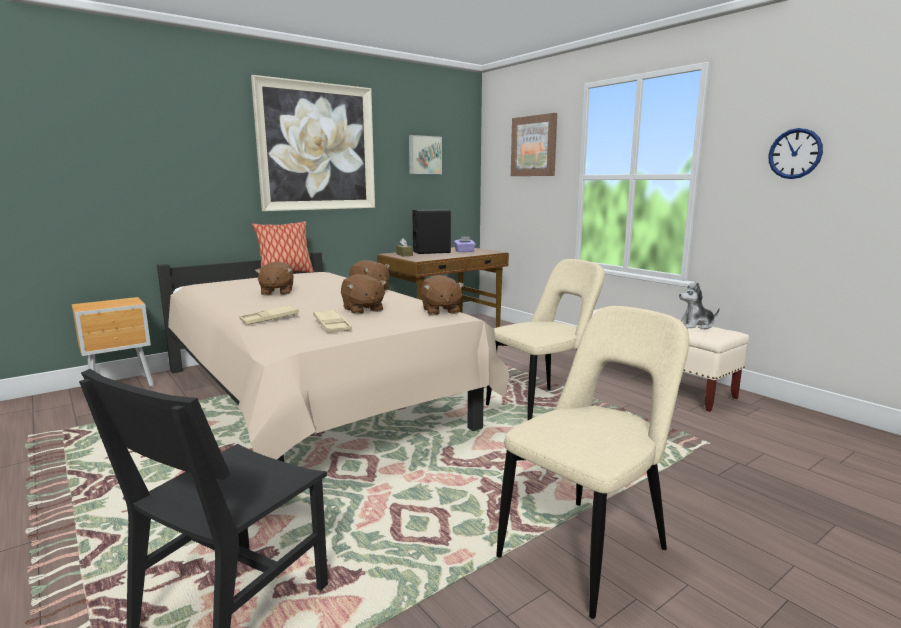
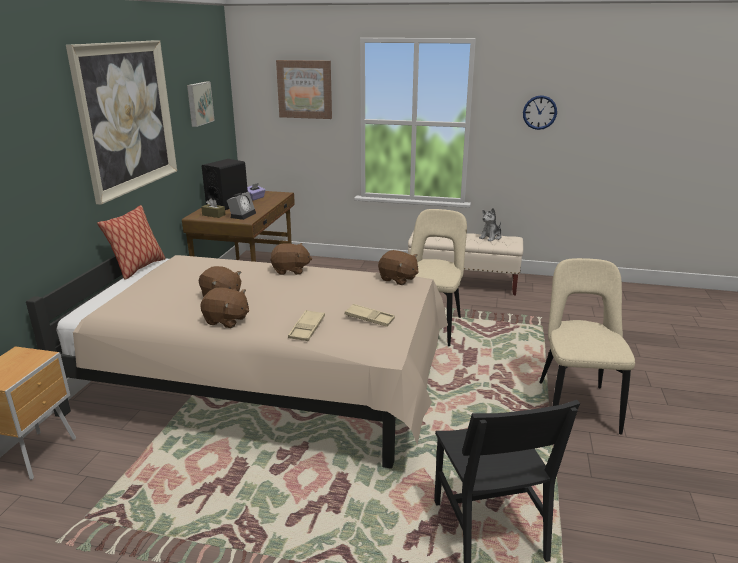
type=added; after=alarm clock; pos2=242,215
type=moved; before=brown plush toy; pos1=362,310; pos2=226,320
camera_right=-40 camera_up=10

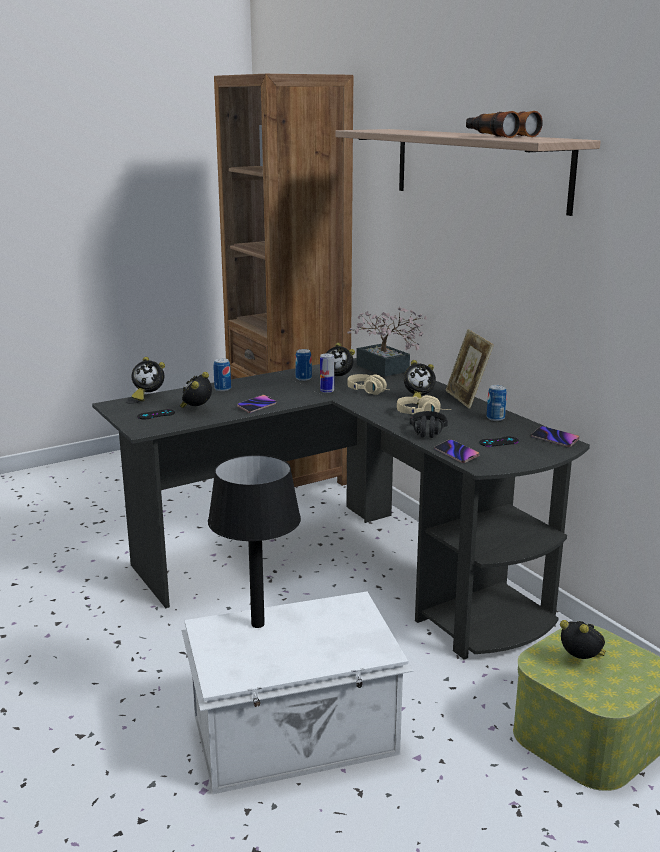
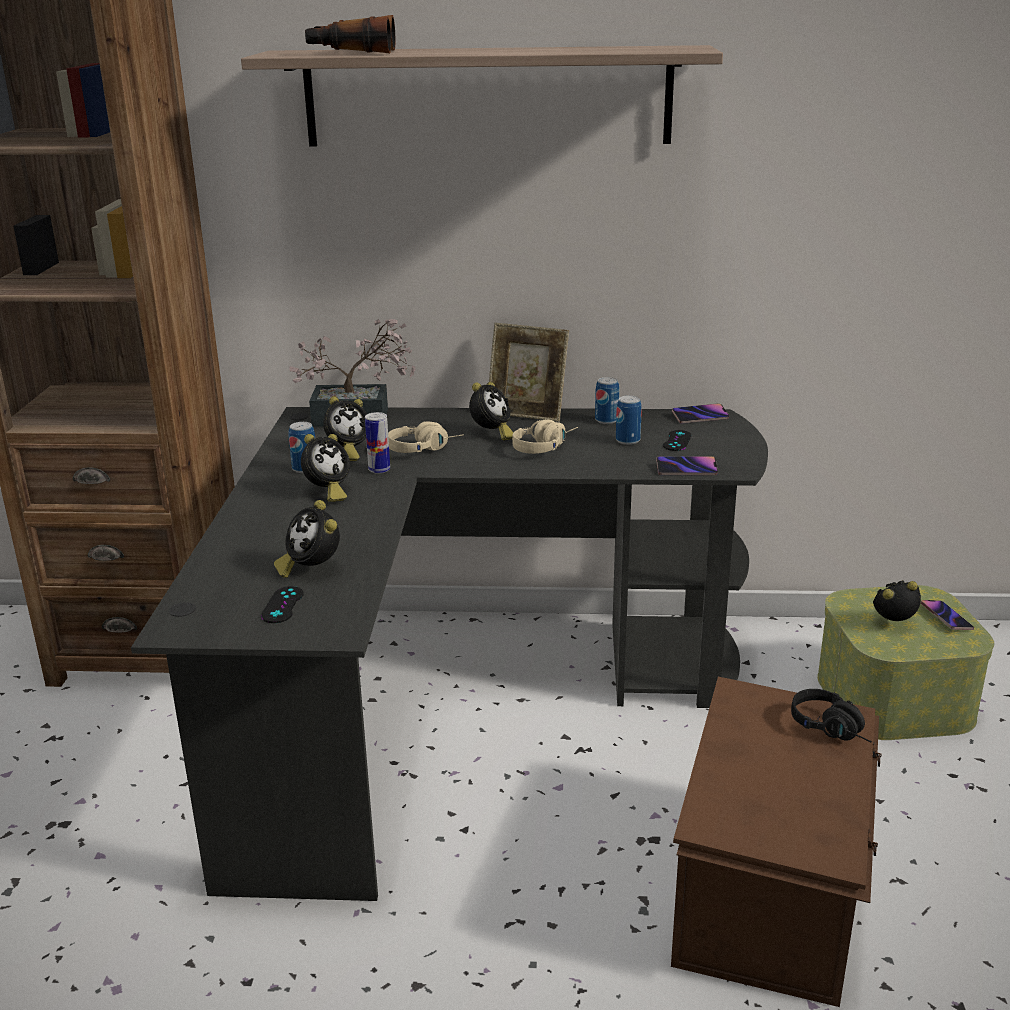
type=removed; before=black table lamp; pos1=257,623
type=moved; before=alarm clock; pos1=148,396; pos2=327,493
type=moved; before=can; pos1=222,389; pos2=627,440
type=moved; before=phone; pos1=257,406; pos2=946,618
type=moved; before=black headphones; pos1=427,434; pos2=833,729
type=moved; before=binoculars; pos1=499,136; pos2=351,52
type=recoloured; before=white storage box; after=brown storage box; pos1=296,737; pos2=773,889
camera_right=-55 camera_up=5

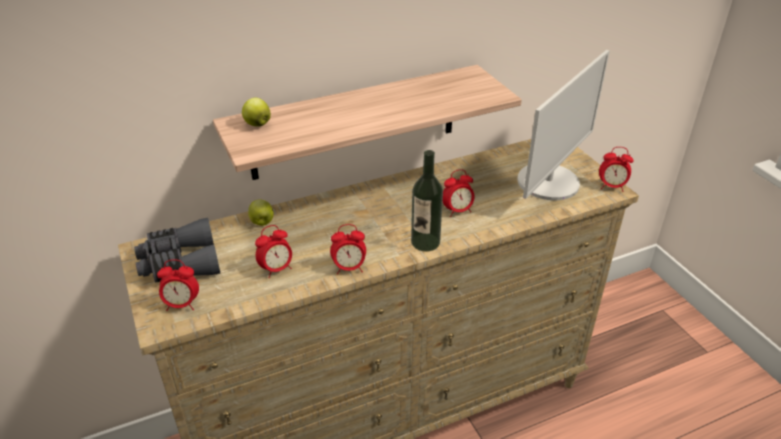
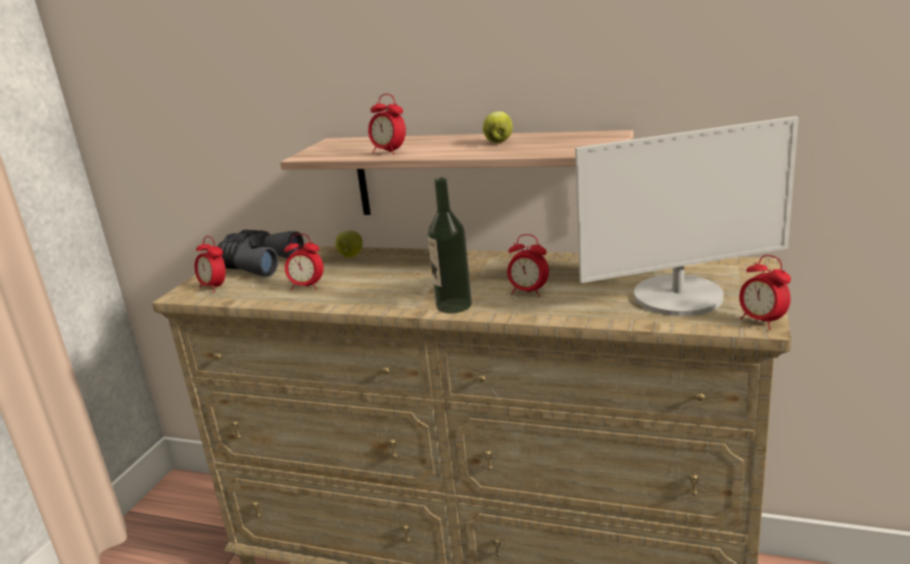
type=moved; before=apple; pos1=257,124; pos2=498,142
type=moved; before=alarm clock; pos1=349,268; pos2=389,152
camera_right=45 camera_up=-15

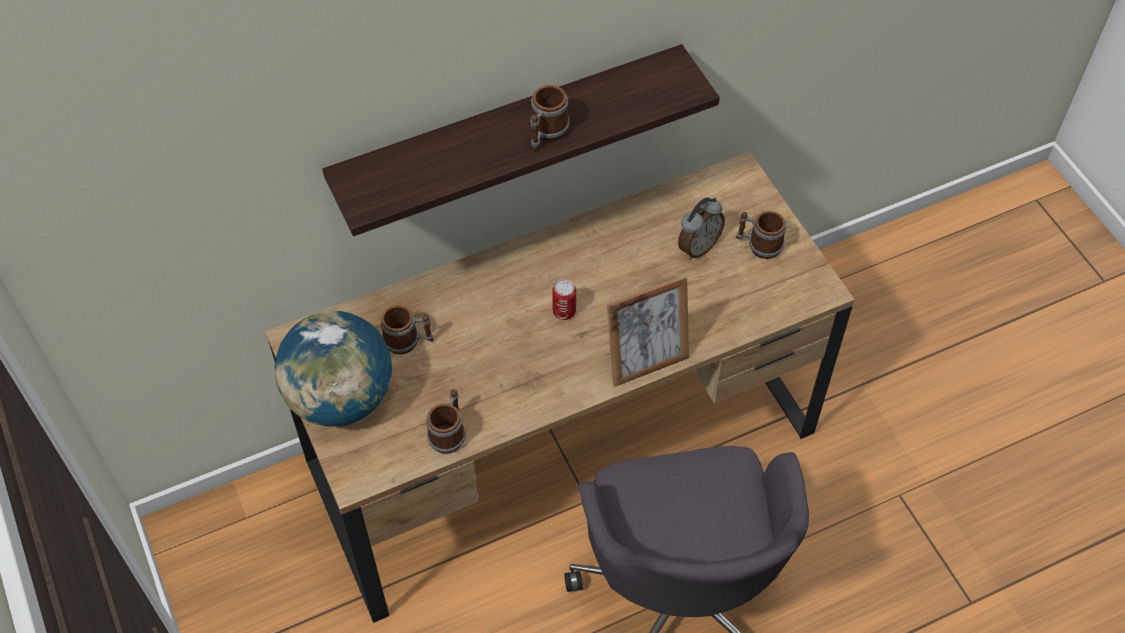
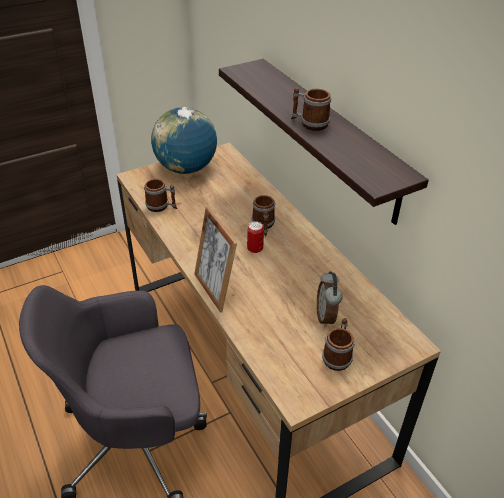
type=moved; before=mug; pos1=408,341; pos2=263,226
type=turned; before=alarm clock; pos1=698,247; pos2=326,317; turn=45
camera_right=85 camera_up=-15

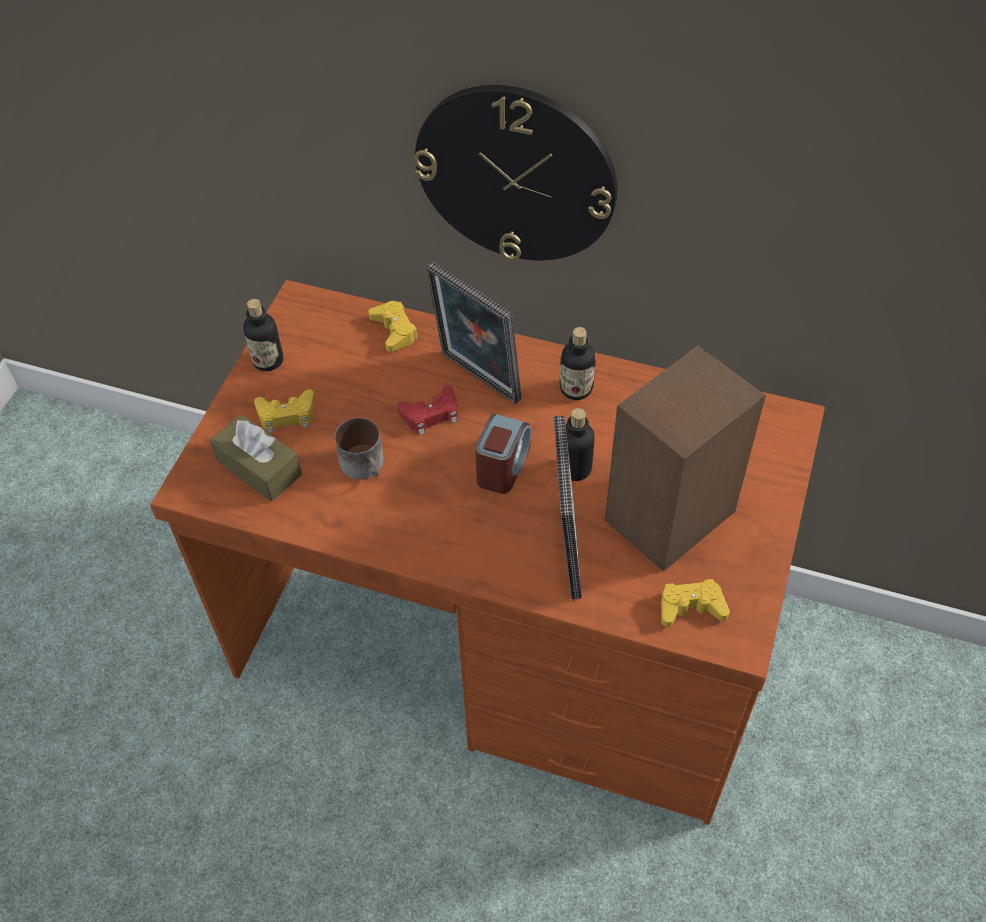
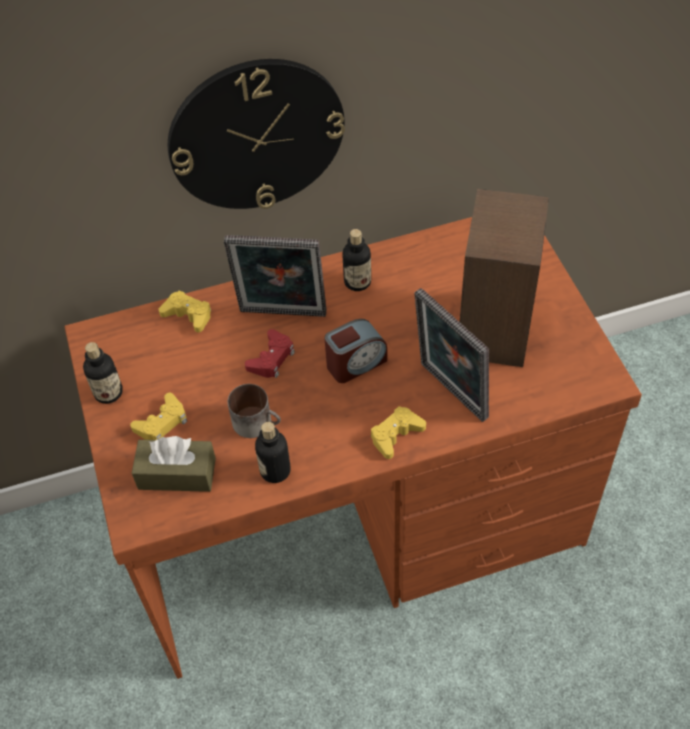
type=moved; before=bottle; pos1=574,468; pos2=275,470
type=moved; before=yellow game controller; pos1=690,607; pos2=396,435
type=turned; before=alarm clock; pos1=503,466; pos2=356,363; turn=75
camera_right=-35 camera_up=0

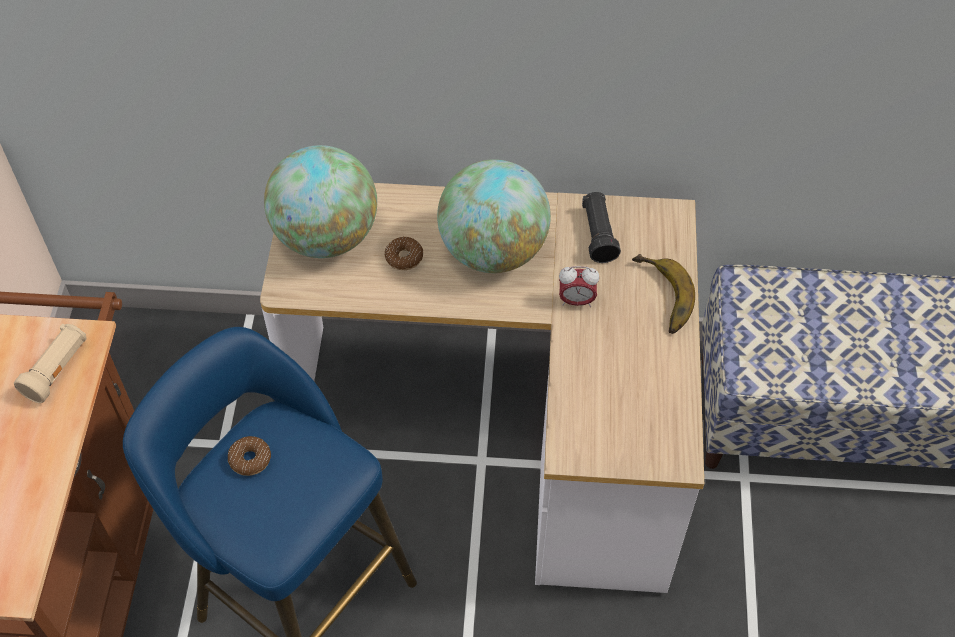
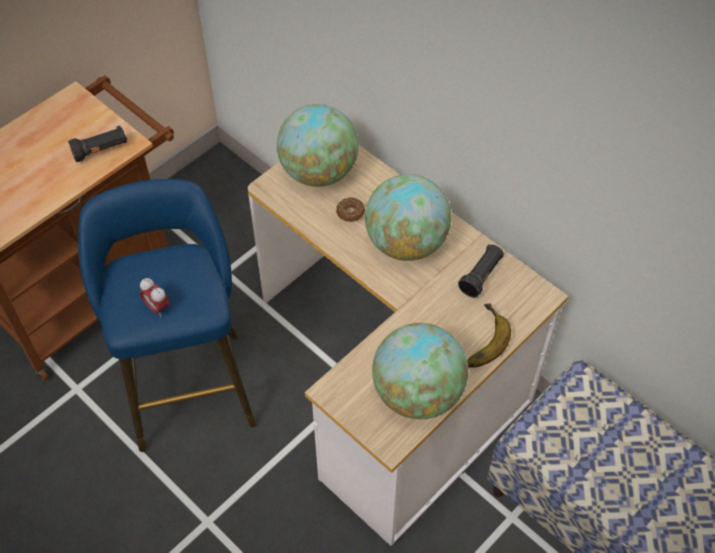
type=removed; before=donut; pos1=250,459
type=added; after=globe; pos2=417,393
type=moved; before=alarm clock; pos1=576,301; pos2=157,307
type=recoloured; before=beige flashlight; after=black flashlight; pos1=57,370; pos2=101,150
camera_right=40 camera_up=0

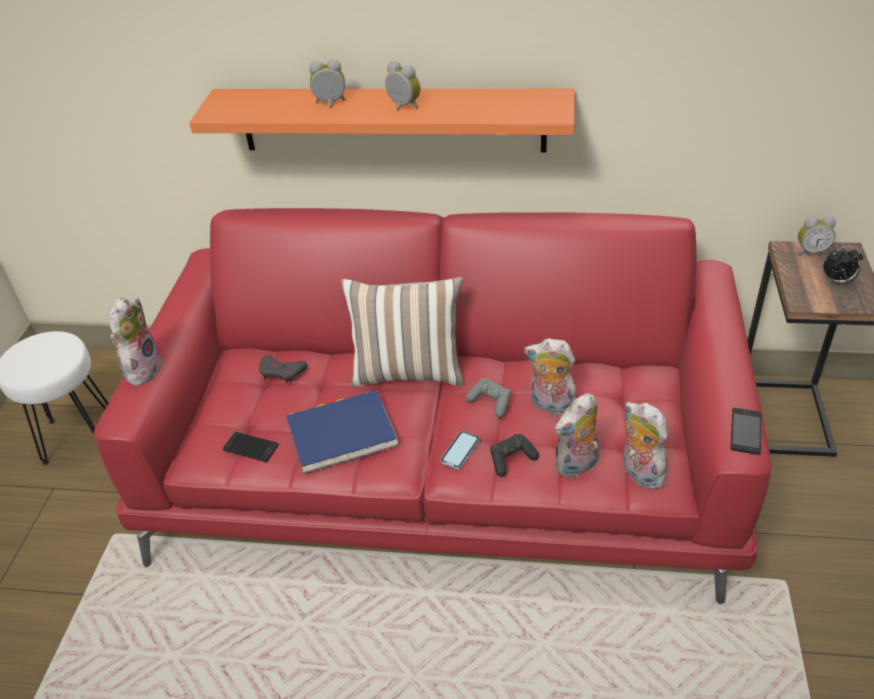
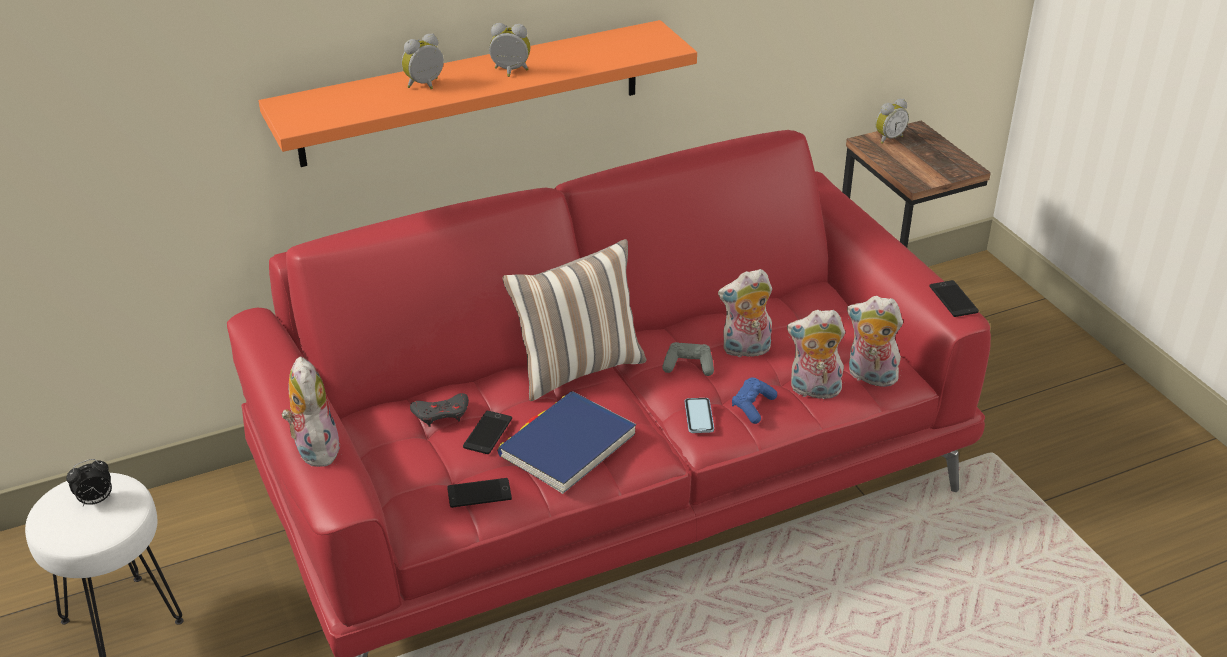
type=added; after=phone; pos2=487,433
type=moved; before=alarm clock; pos1=837,281; pos2=95,500
type=recoloured; before=black game controller; after=blue game controller; pos1=511,460; pos2=752,407
type=turned; before=plush toy; pos1=577,466; pos2=813,391; turn=75
camera_right=-35 camera_up=-5

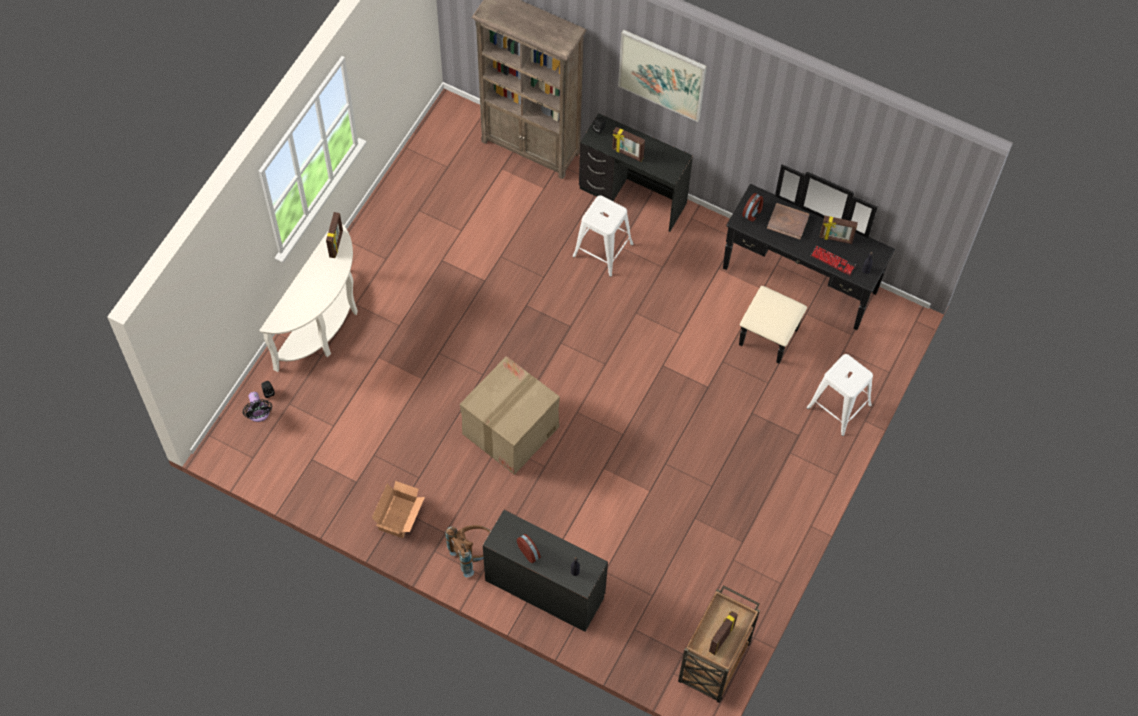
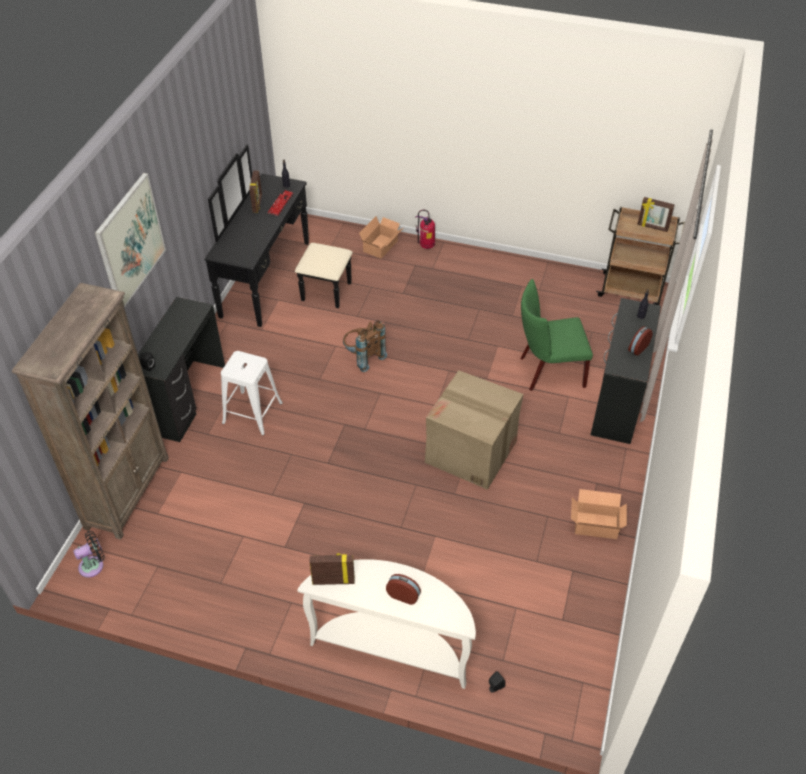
type=removed; before=picture frame; pos1=627,154
type=removed; before=brown book; pos1=788,222
type=added; after=fire extinguisher; pos2=426,246
type=added; after=green chair; pos2=547,371
type=moved; before=black fan; pos1=259,414; pos2=94,565
type=moved; before=brown backpack; pos1=472,553; pos2=363,357
type=moved; before=alarm clock; pos1=752,213; pos2=403,595
type=replaced; before=white stool; after=cardboard box; pos1=838,406; pos2=382,246
camera_right=-100 camera_up=-15

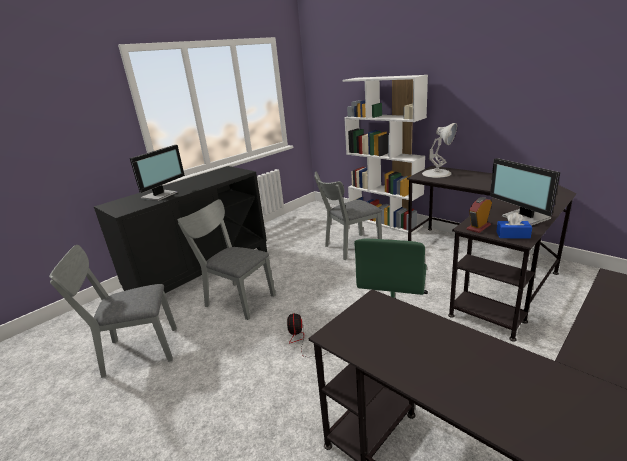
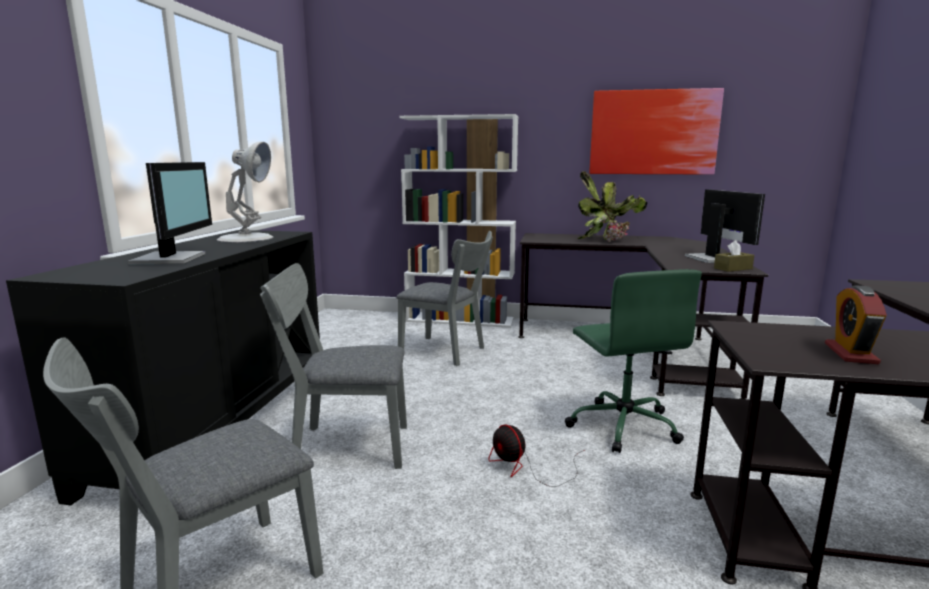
type=added; after=potted plant; pos2=607,240
type=added; after=picture; pos2=653,132
type=moved; before=white table lamp; pos1=437,173; pos2=246,238
type=moved; before=alarm clock; pos1=478,227; pos2=850,353
type=recoloured; before=blue tissue box; after=brown tissue box; pos1=513,235; pos2=733,268
type=turned; before=grey chair; pos1=349,247; pos2=447,351; turn=-90
type=turned; before=monitor; pos1=525,218; pos2=713,258; turn=-135
camera_right=-35 camera_up=-10

